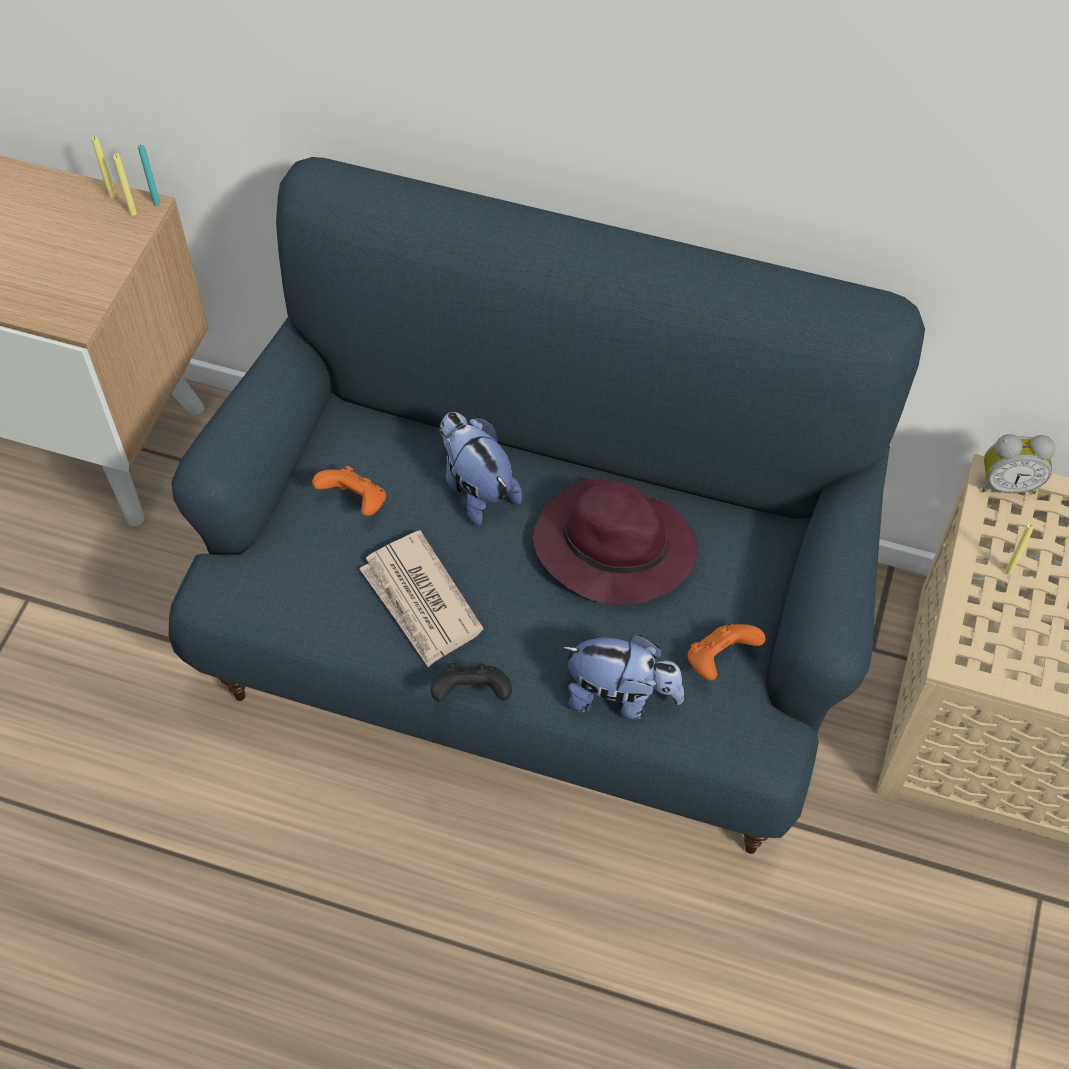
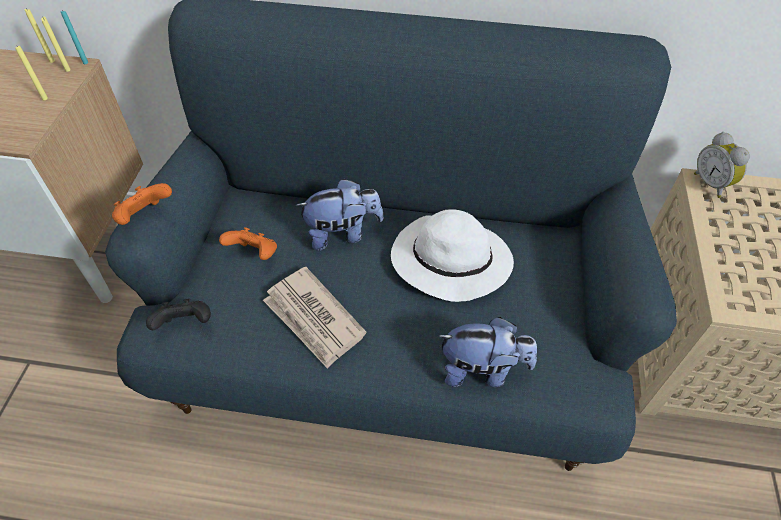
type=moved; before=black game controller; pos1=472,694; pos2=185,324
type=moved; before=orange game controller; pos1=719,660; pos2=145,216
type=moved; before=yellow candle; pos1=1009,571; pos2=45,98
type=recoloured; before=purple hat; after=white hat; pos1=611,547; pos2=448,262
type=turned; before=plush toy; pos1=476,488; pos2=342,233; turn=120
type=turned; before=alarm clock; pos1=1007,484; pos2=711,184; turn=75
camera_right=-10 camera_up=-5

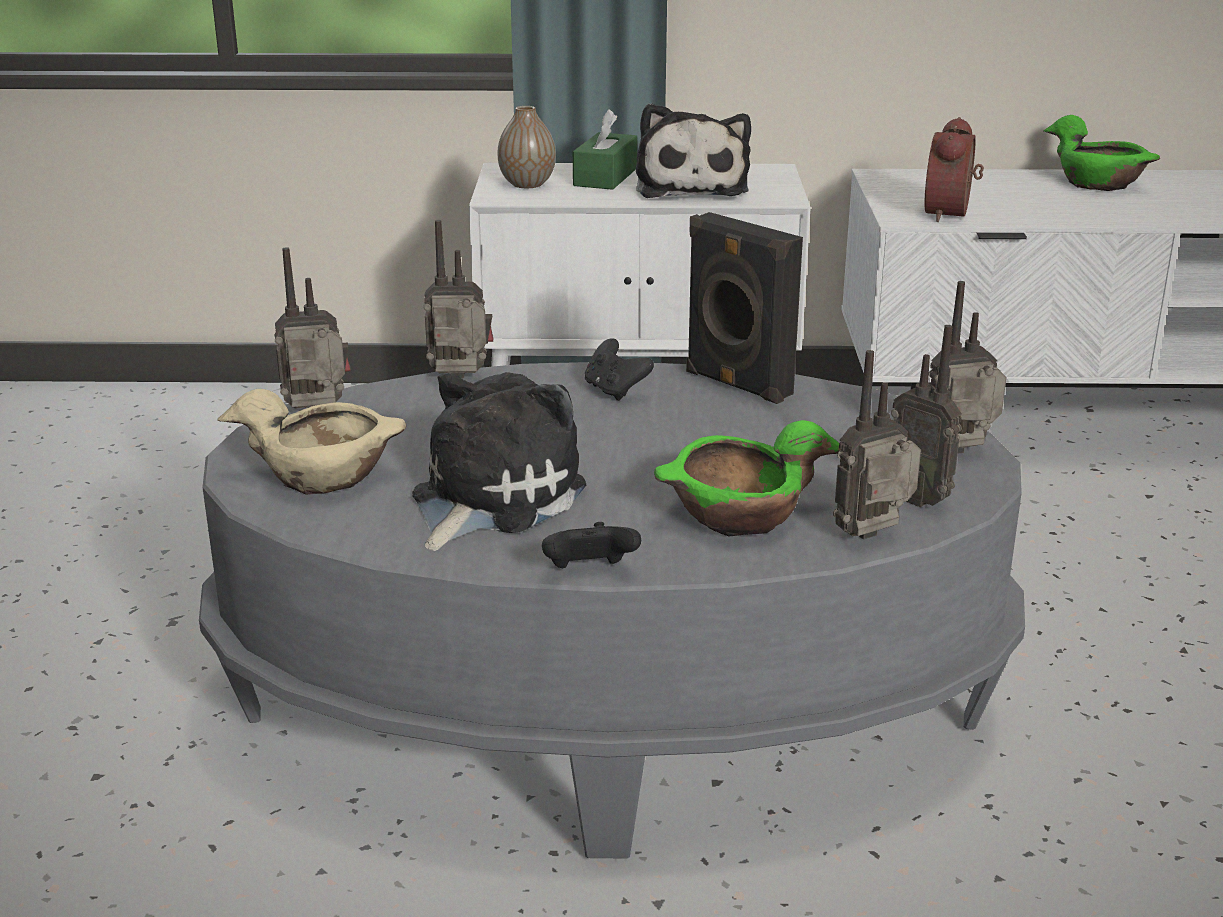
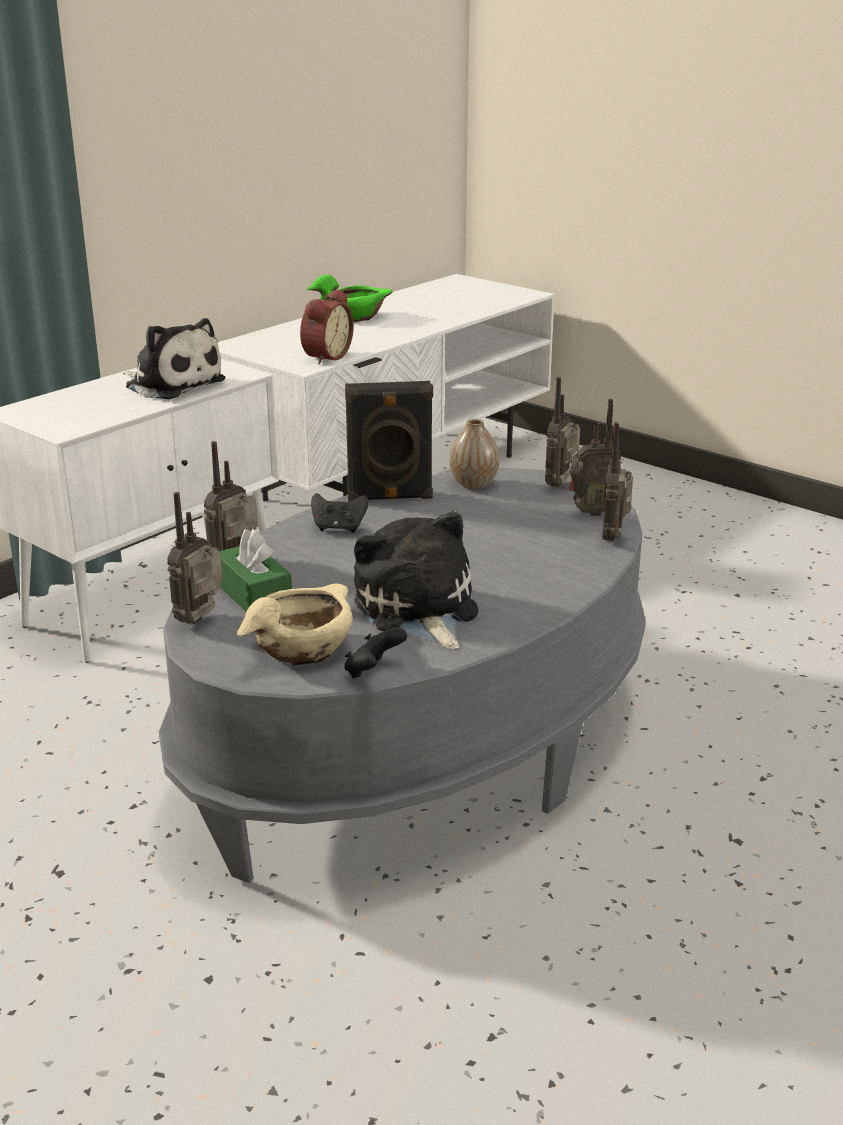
type=removed; before=green bowl; pos1=738,516
type=moved; before=vase; pos1=527,184; pos2=473,484
type=moved; before=black game controller; pos1=589,572; pos2=373,672
type=moved; before=green tissue box; pos1=605,177; pos2=254,595
type=turned; before=alarm clock; pos1=951,214; pos2=324,357; turn=-120
camera_right=-50 camera_up=0

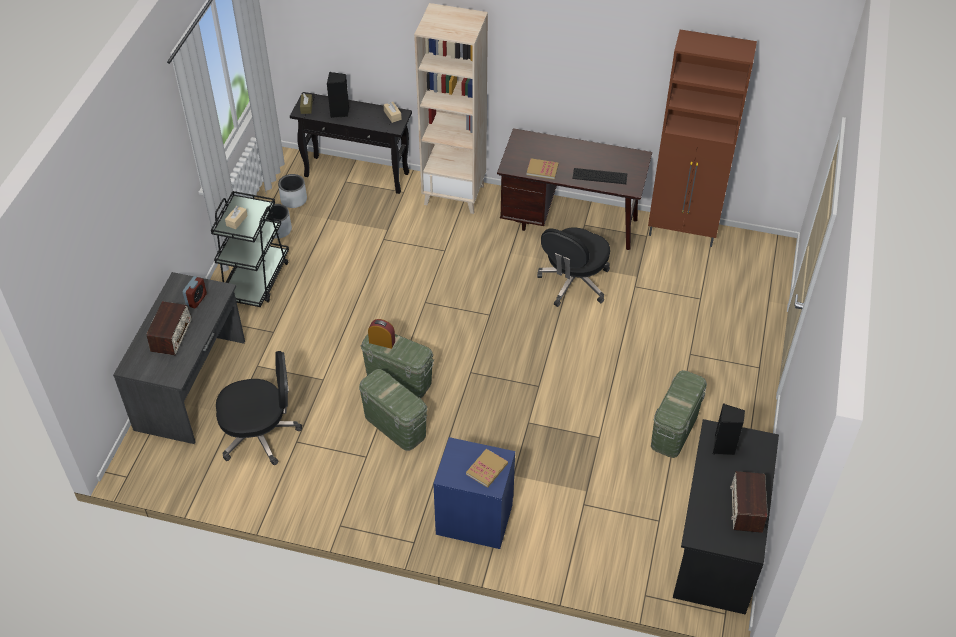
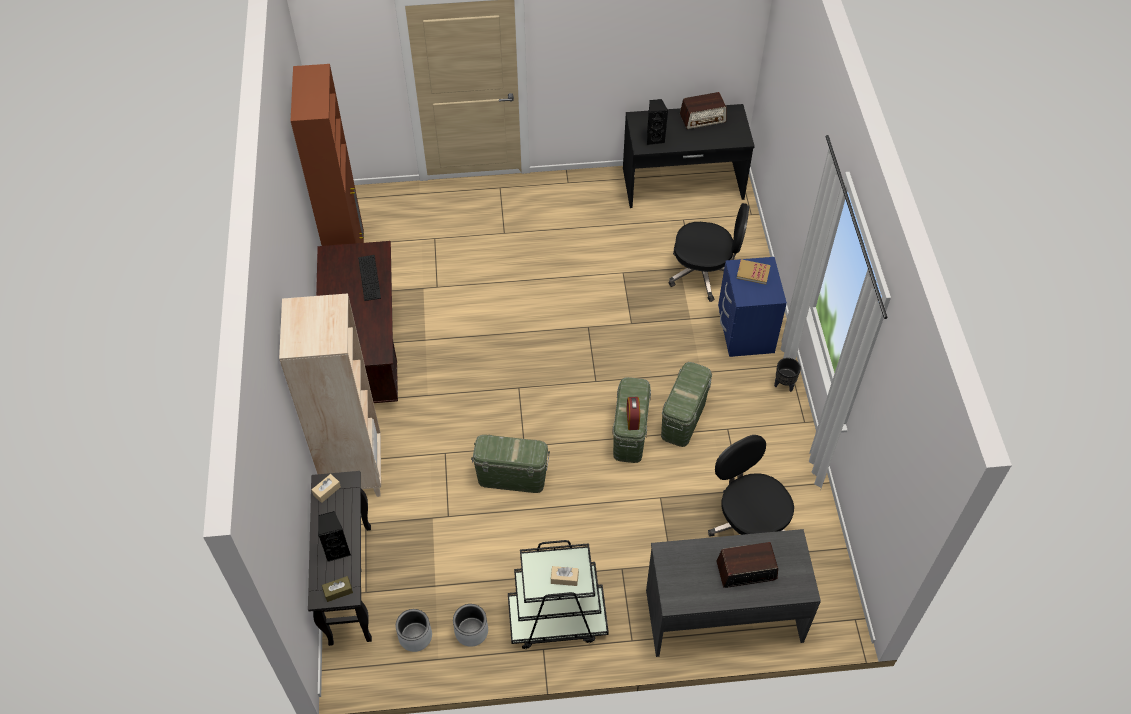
type=removed; before=alarm clock; pos1=196,300
type=removed; before=book; pos1=542,170
type=added; after=black planter; pos2=784,385
type=moved; before=black office chair; pos1=573,283; pos2=704,273
type=moved; before=green storage box; pos1=674,430; pos2=512,477
camera_right=-110 camera_up=5

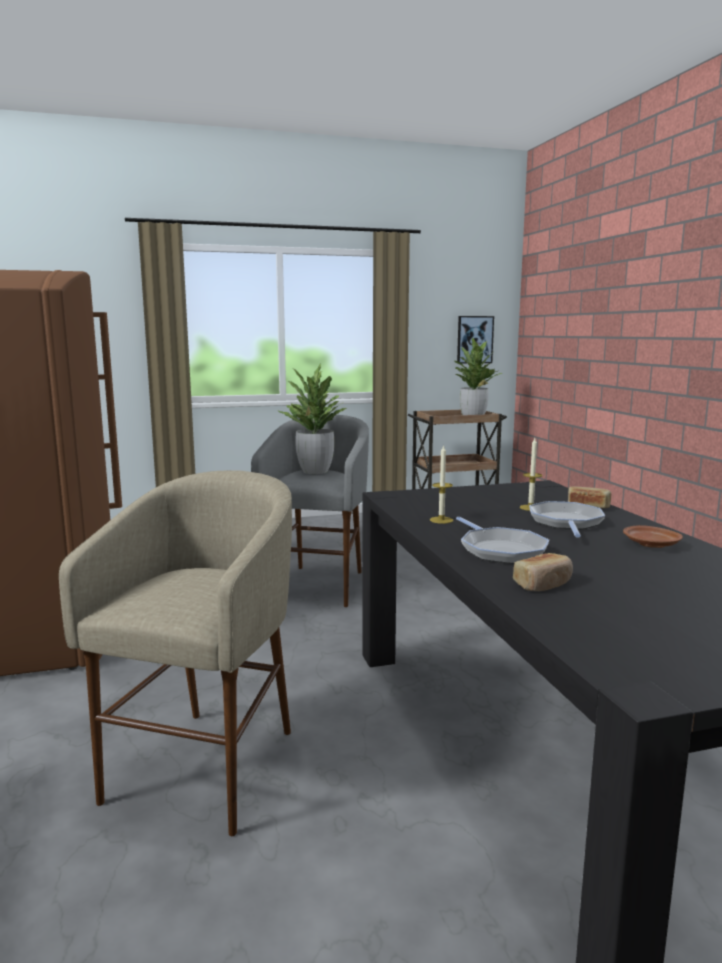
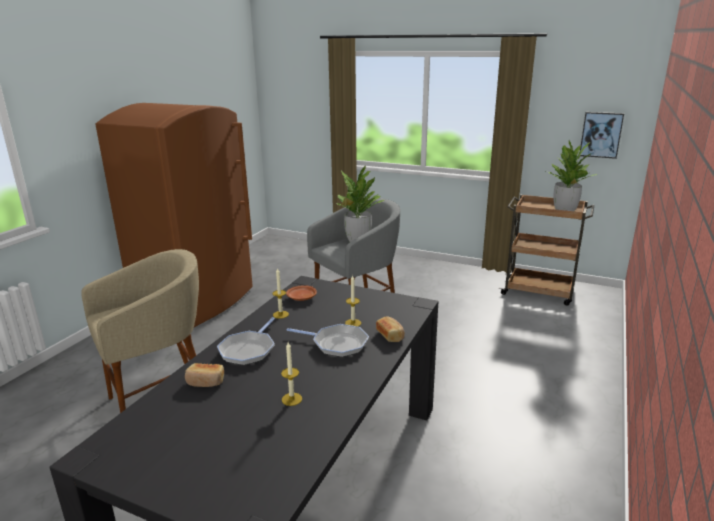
type=added; after=candle; pos2=292,399
type=moved; before=brown plate; pos1=651,545; pos2=301,298
type=turned; before=frying pan; pos1=566,523; pos2=337,344; turn=60
camera_right=40 camera_up=10

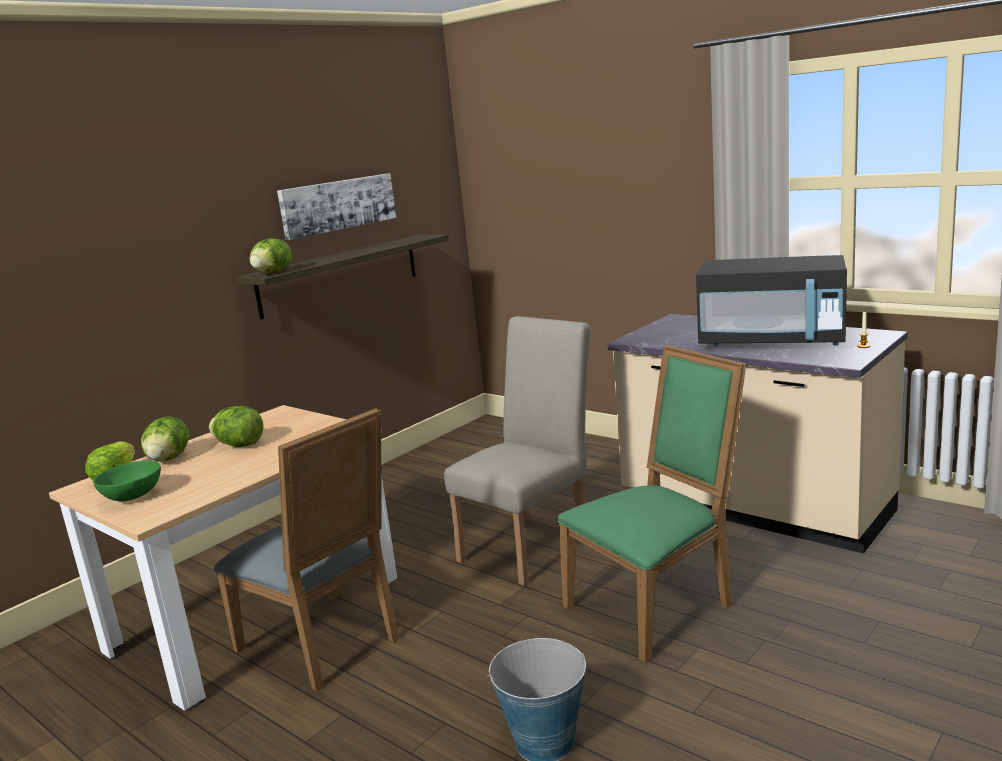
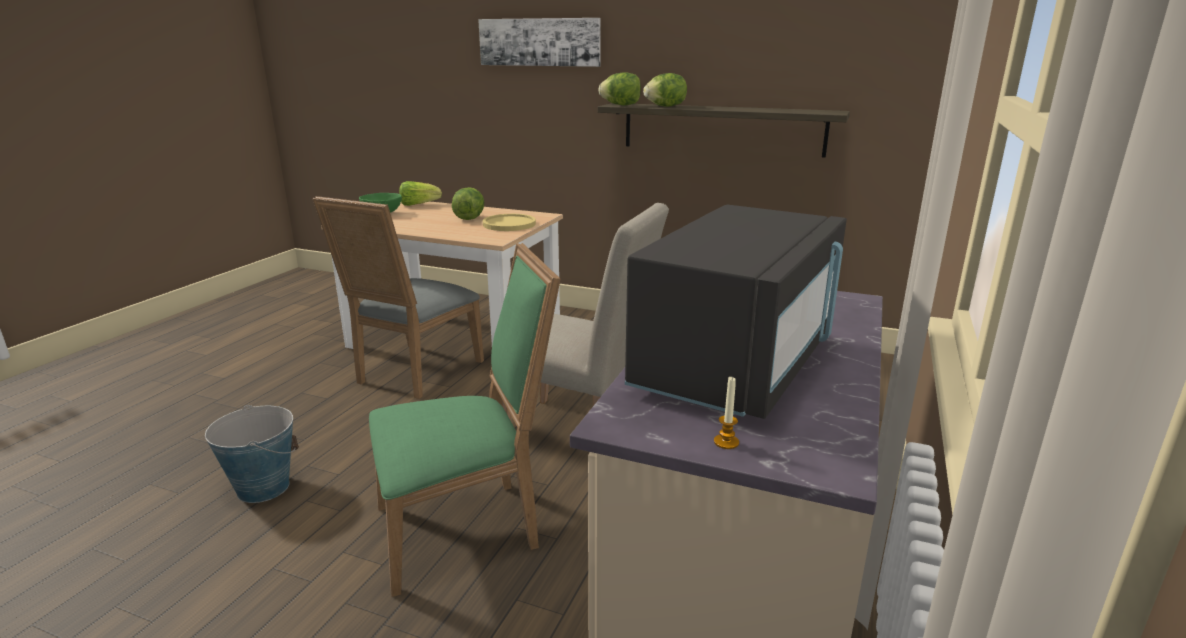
type=added; after=yellow plate; pos2=509,224
type=moved; before=lettuce; pos1=169,459; pos2=665,106
type=moved; before=picture; pos1=338,205; pos2=539,42
type=turned; before=green chair; pos1=657,605; pos2=466,527; turn=-60
type=turned; before=black microwave; pos1=772,341; pos2=737,364; turn=-150
camera_right=70 camera_up=5

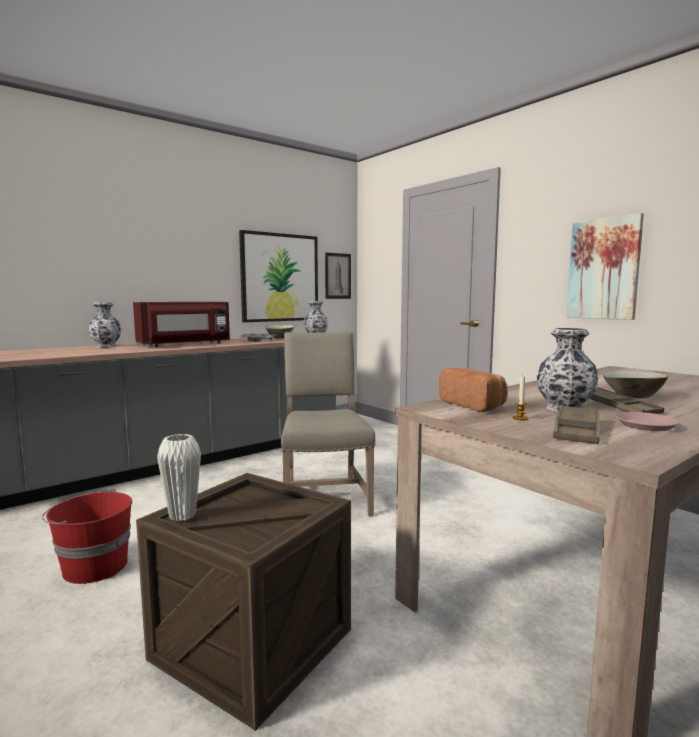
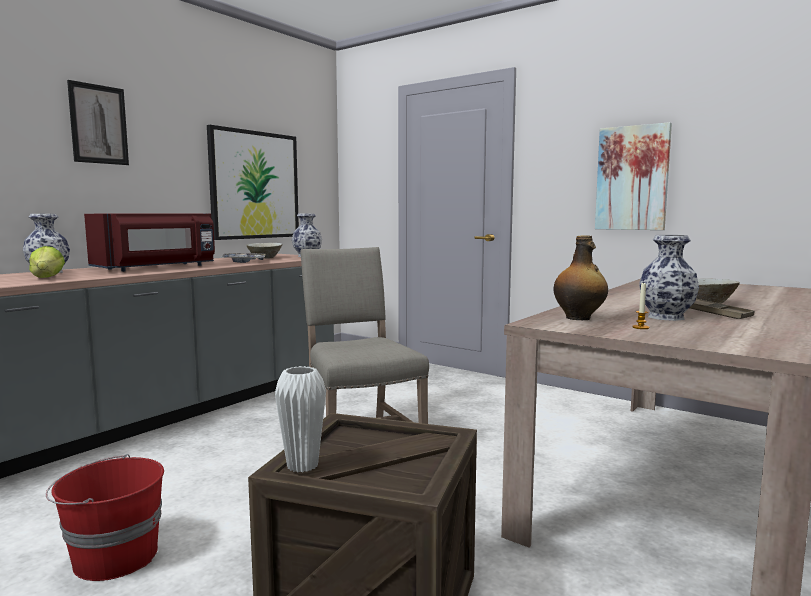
type=removed; before=brown tray; pos1=577,430
type=removed; before=pink plate; pos1=645,425
type=added; after=lettuce; pos2=47,278
type=moved; before=picture; pos1=338,276; pos2=98,124
type=replaced; before=bread; after=bottle; pos1=474,405; pos2=579,318
camera_right=-15 camera_up=0

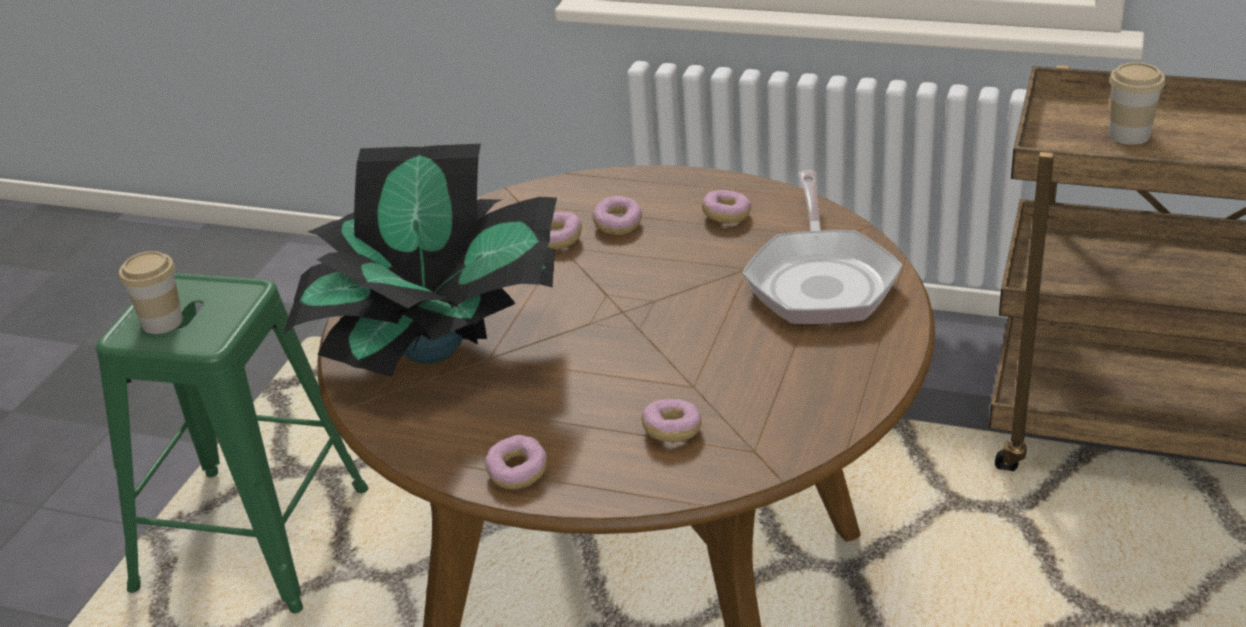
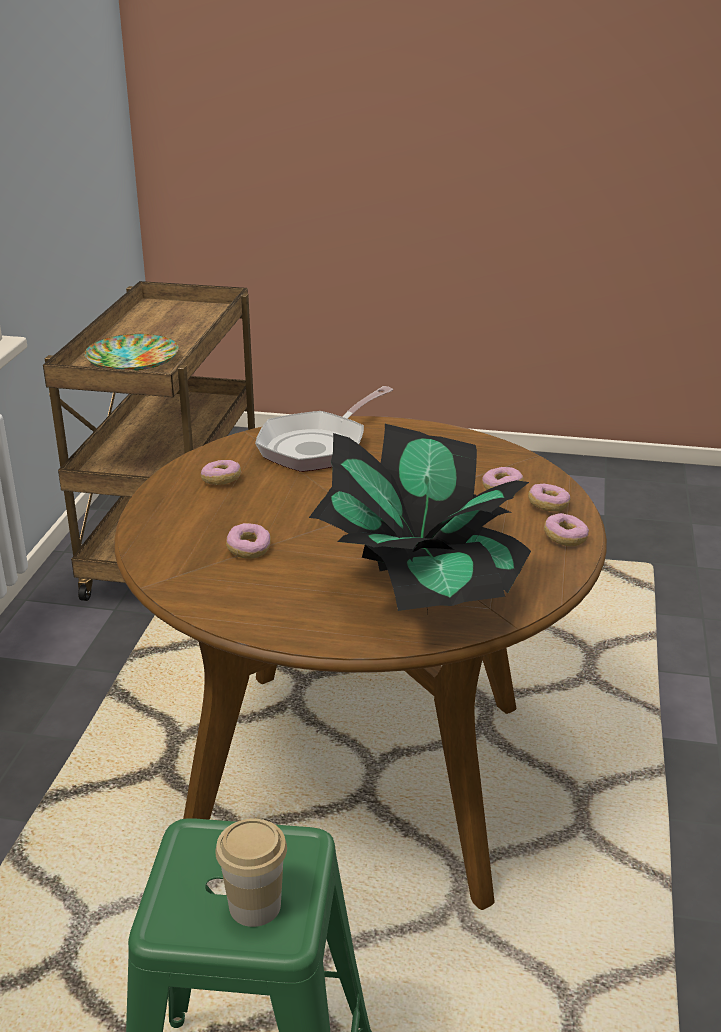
type=moved; before=donut; pos1=618,225; pos2=548,506
type=replaced; before=cup; after=plate; pos1=1129,135; pos2=132,359
type=turned; before=frying pan; pos1=820,280; pos2=318,446; turn=135
camera_right=-100 camera_up=-5

